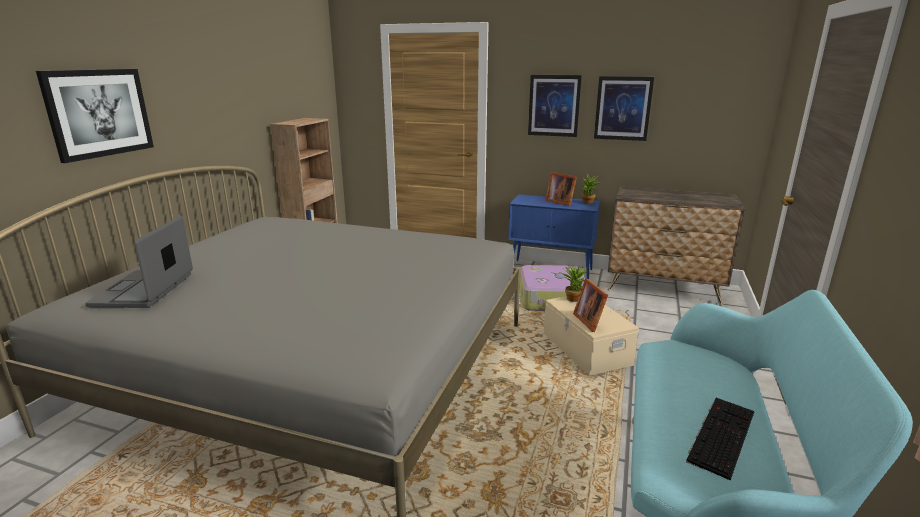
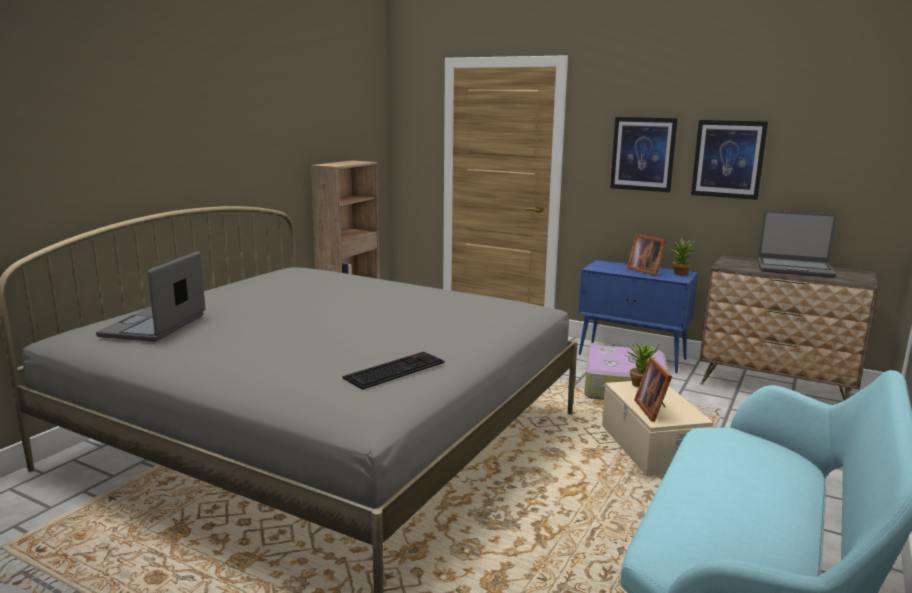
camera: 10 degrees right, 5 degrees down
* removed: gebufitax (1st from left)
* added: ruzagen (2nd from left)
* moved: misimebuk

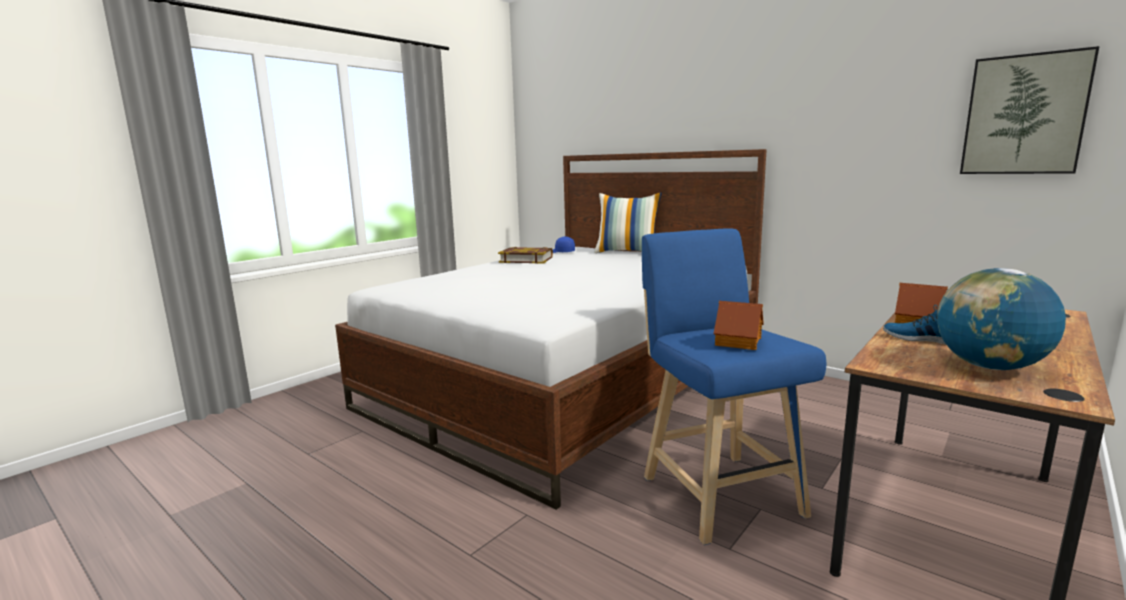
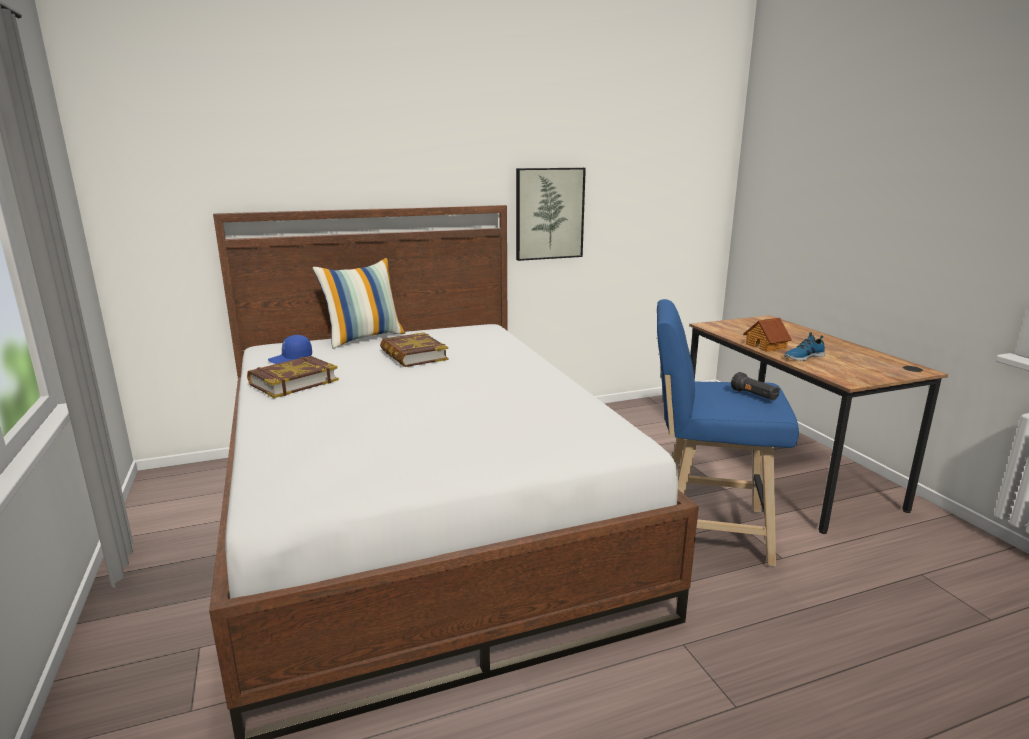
camera: 60 degrees left, 5 degrees up
* removed: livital
* added: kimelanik (2nd from left)
* moved: gebufitax
* replaced: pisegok (1st from left) to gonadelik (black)

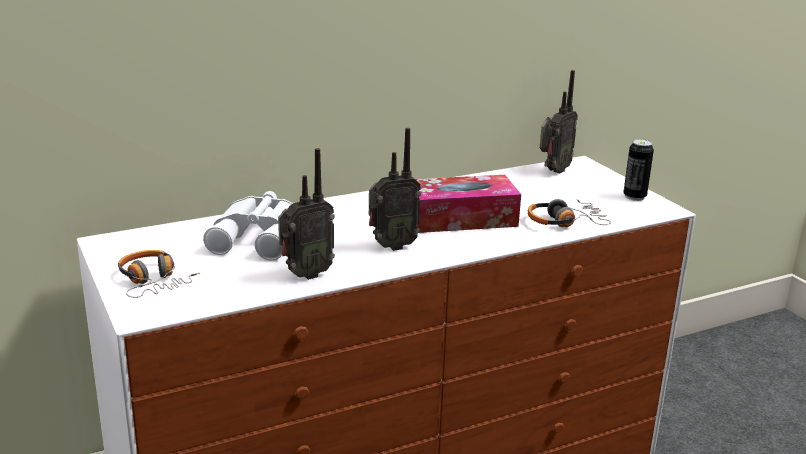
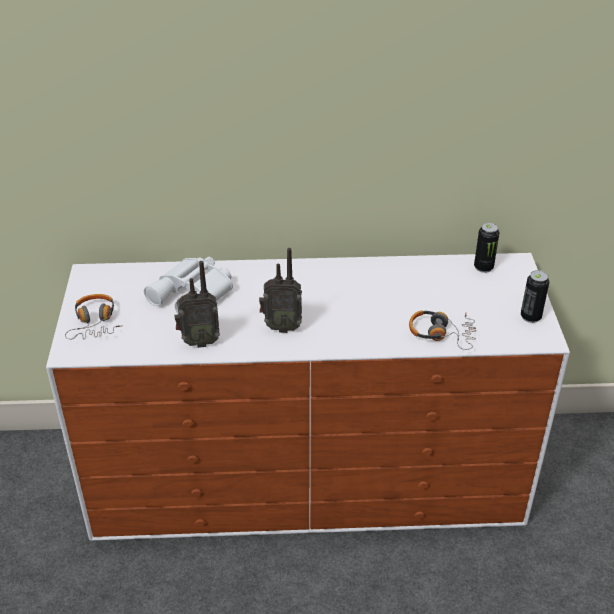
camera: 25 degrees right, 15 degrees up
* removed: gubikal
* replaced: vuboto (3rd from left) to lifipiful (1st from left)

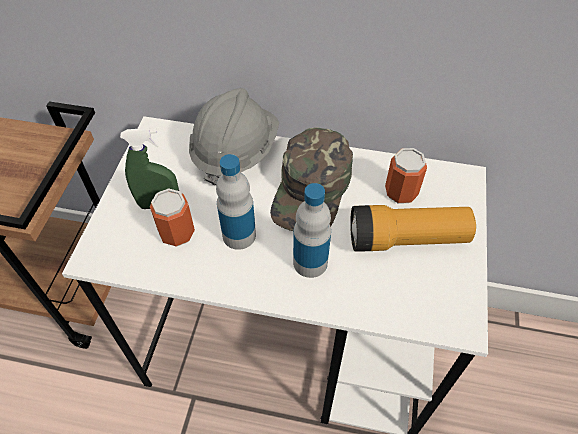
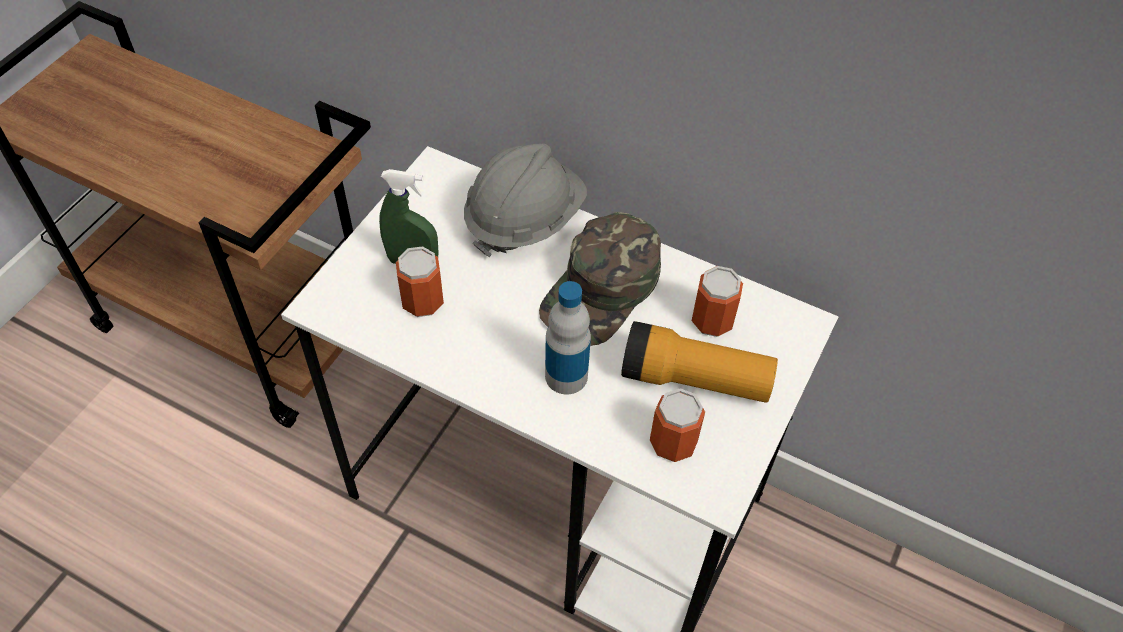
camera: 15 degrees right, 0 degrees up
* removed: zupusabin (1st from left)
* added: lifipiful (2nd from left)

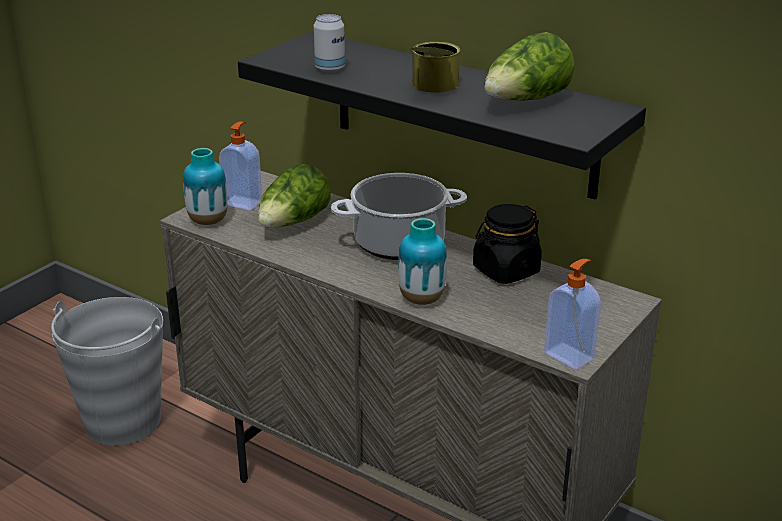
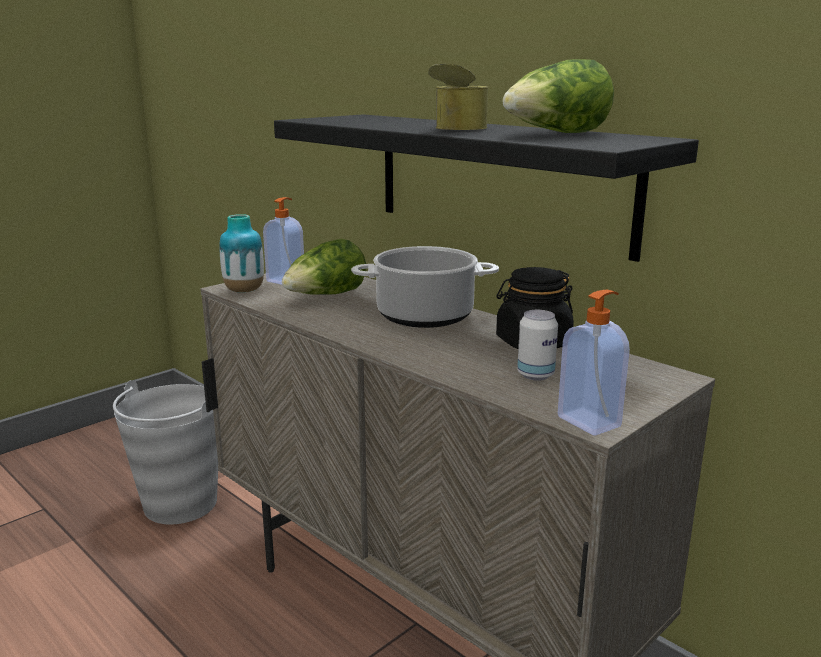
camera: 10 degrees right, 10 degrees down
* removed: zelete (2nd from left)
* moved: lifipiful (1st from left in the first image) to lifipiful (2nd from left)

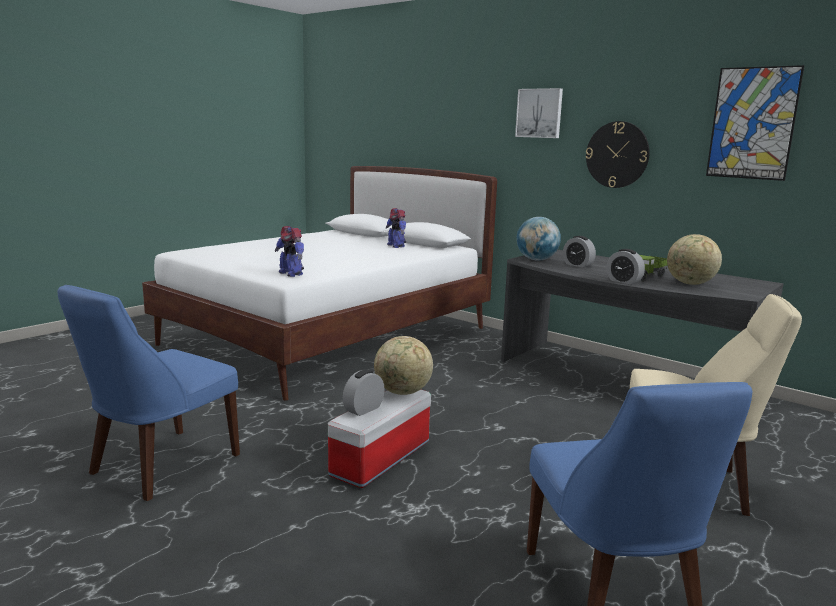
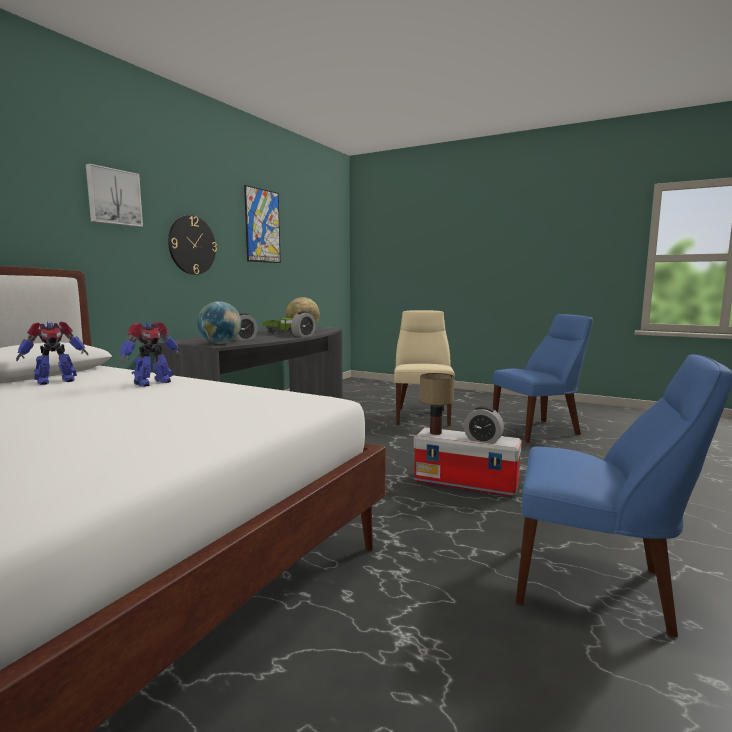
camera: 100 degrees left, 5 degrees down
* moved: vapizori (1st from left in the first image) to vapizori (2nd from left)
* replaced: livital (1st from left) to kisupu

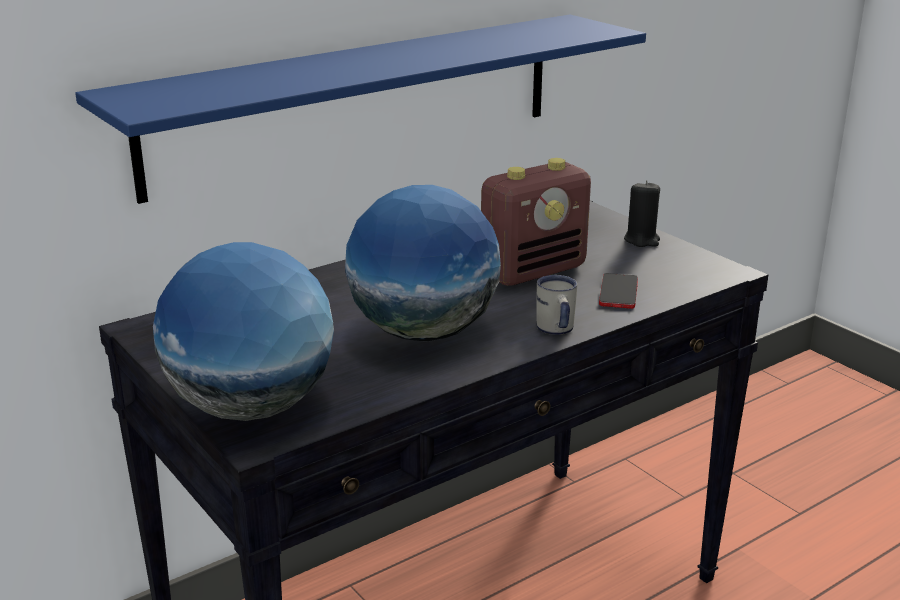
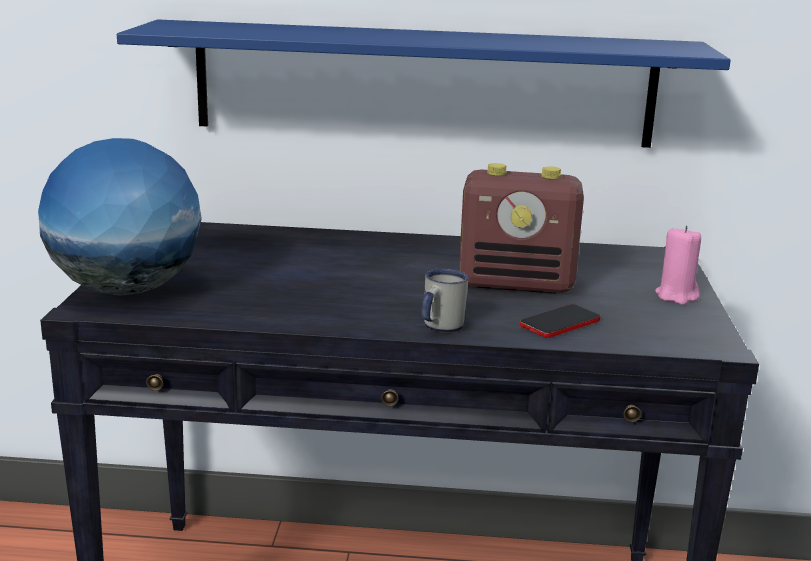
camera: 40 degrees right, 5 degrees down
* removed: livital (2nd from left)
* recoloured: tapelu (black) to tapelu (pink)

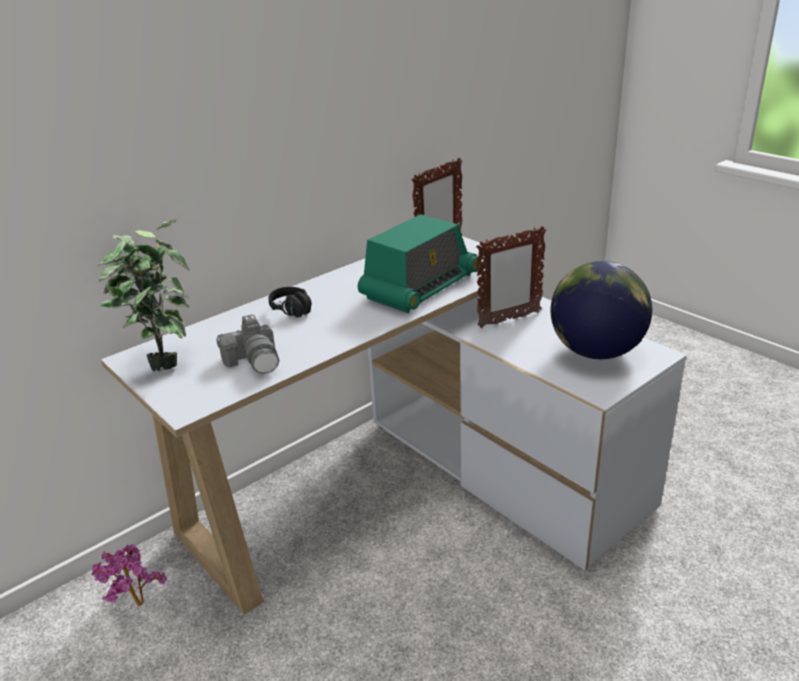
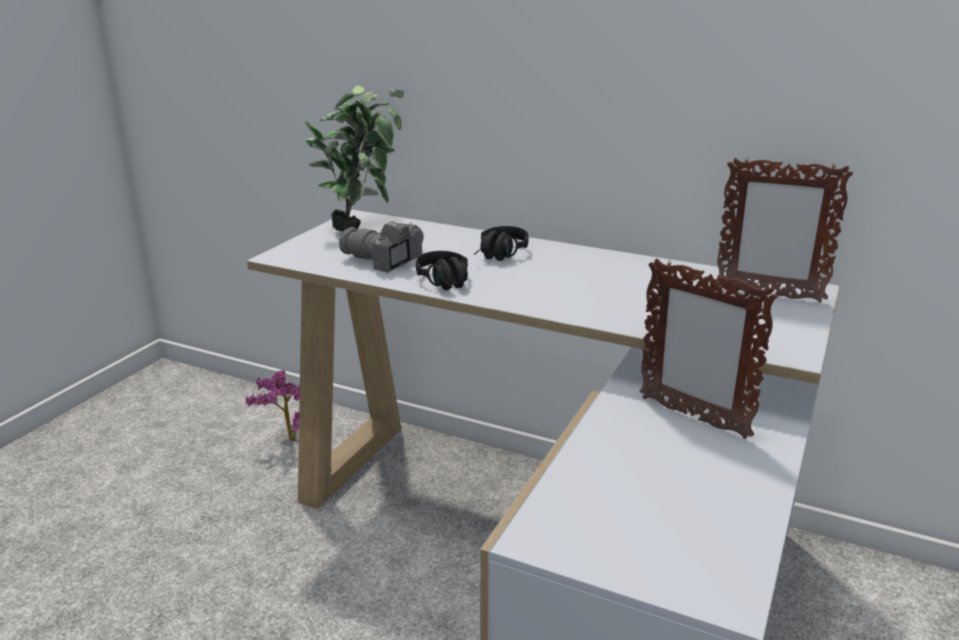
camera: 65 degrees right, 5 degrees down
* removed: vuboto
* removed: livital
* added: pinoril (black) (1st from left)
* turned: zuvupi 75 degrees clockwise

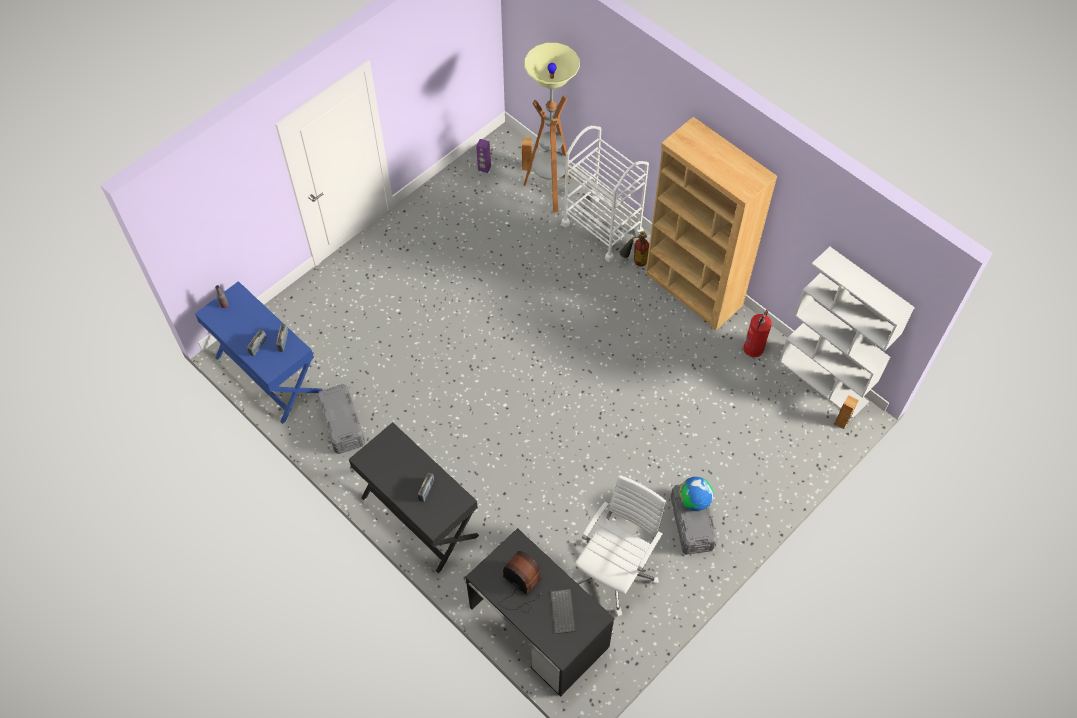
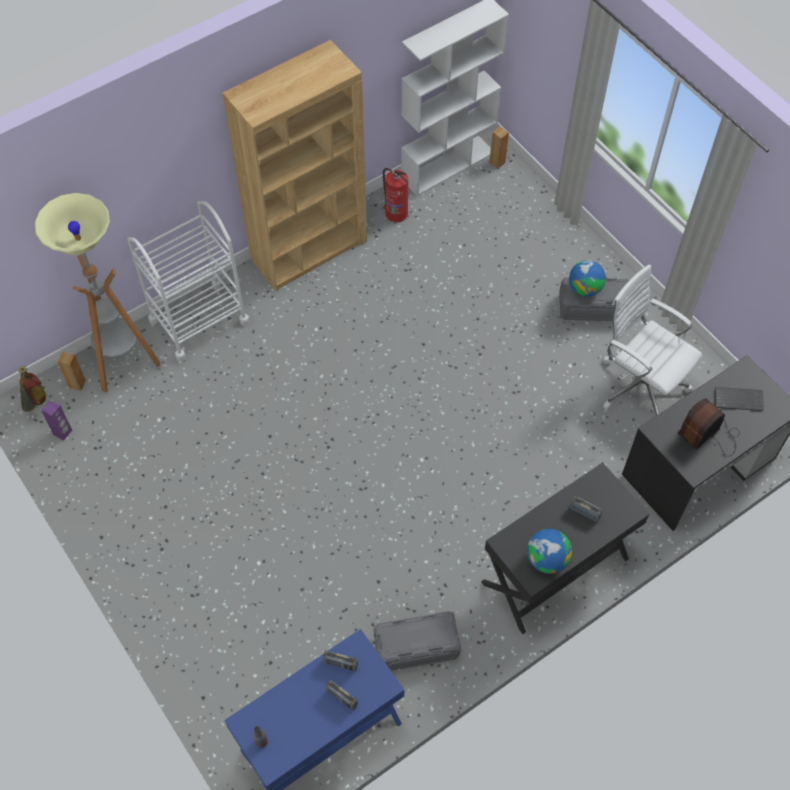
camera: 80 degrees left, 0 degrees up
* added: livital (1st from left)
* moved: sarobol (1st from left)

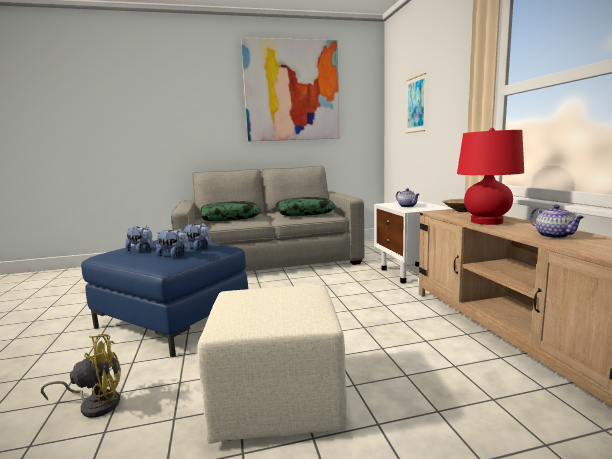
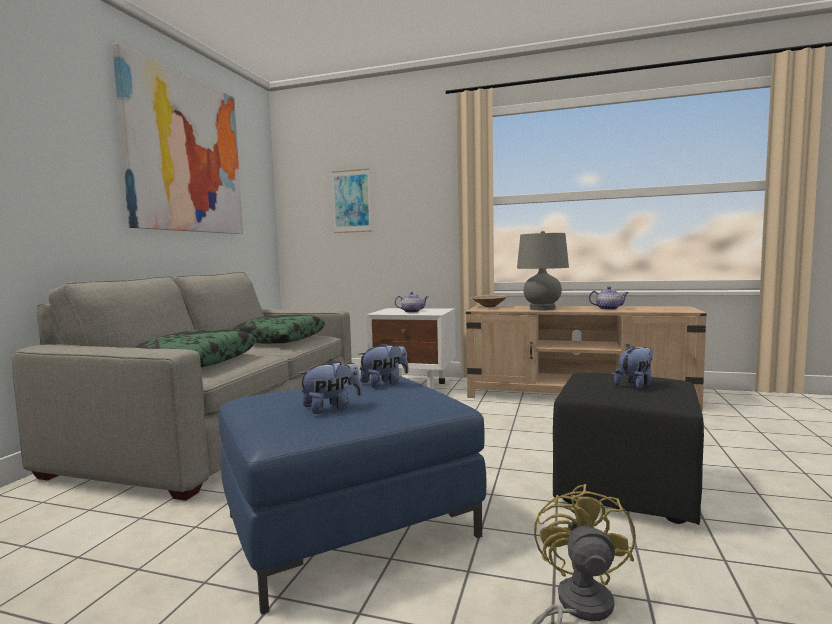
camera: 60 degrees left, 5 degrees down
* moved: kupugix (2nd from left in the first image) to kupugix (3rd from left)
* recoloured: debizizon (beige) to debizizon (black)
* recoloured: kisupu (red) to kisupu (grey)

